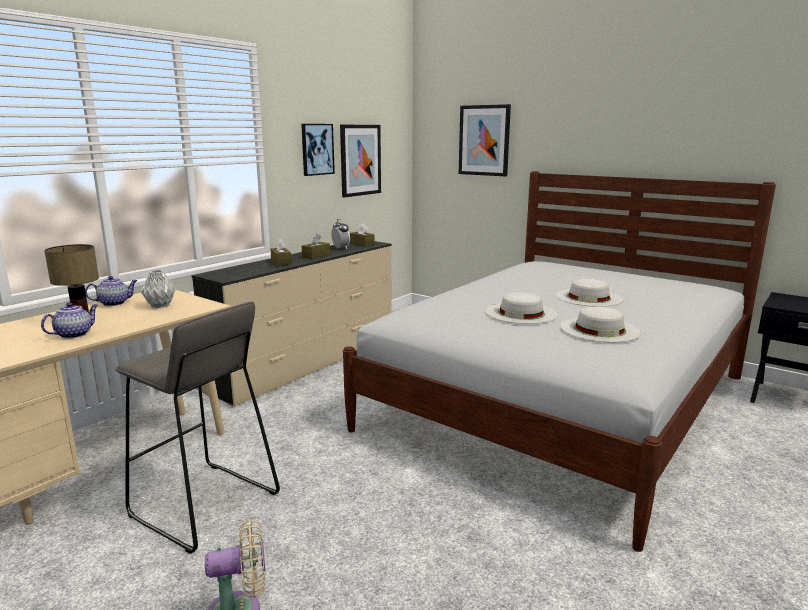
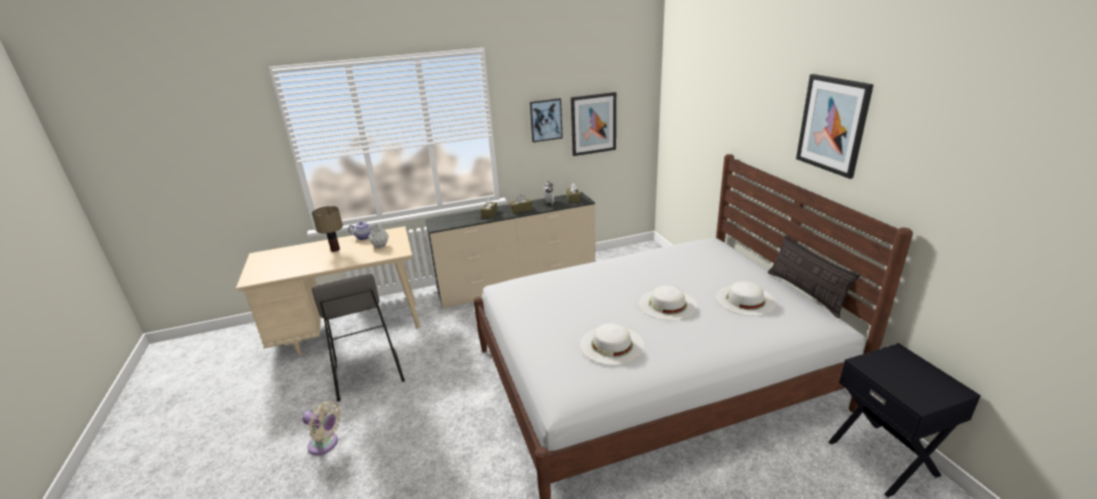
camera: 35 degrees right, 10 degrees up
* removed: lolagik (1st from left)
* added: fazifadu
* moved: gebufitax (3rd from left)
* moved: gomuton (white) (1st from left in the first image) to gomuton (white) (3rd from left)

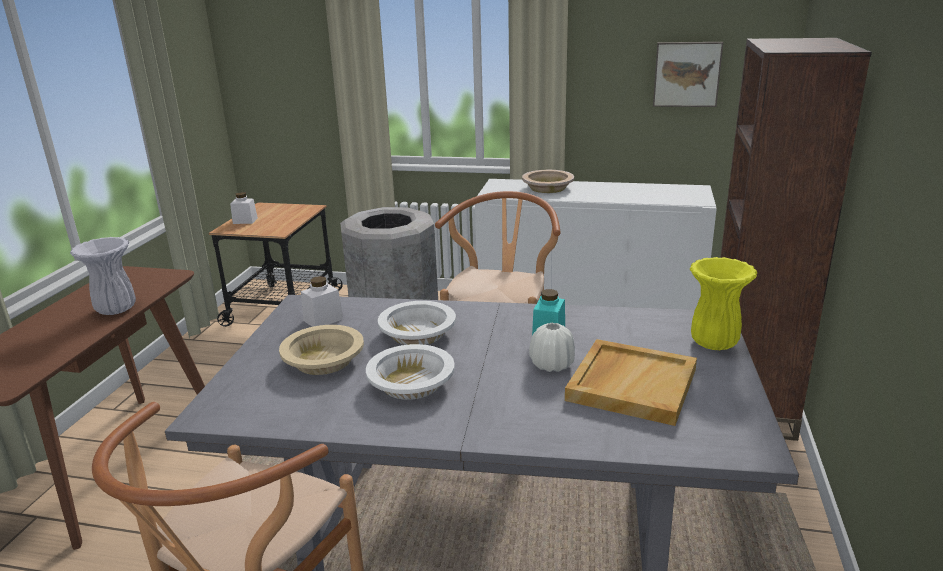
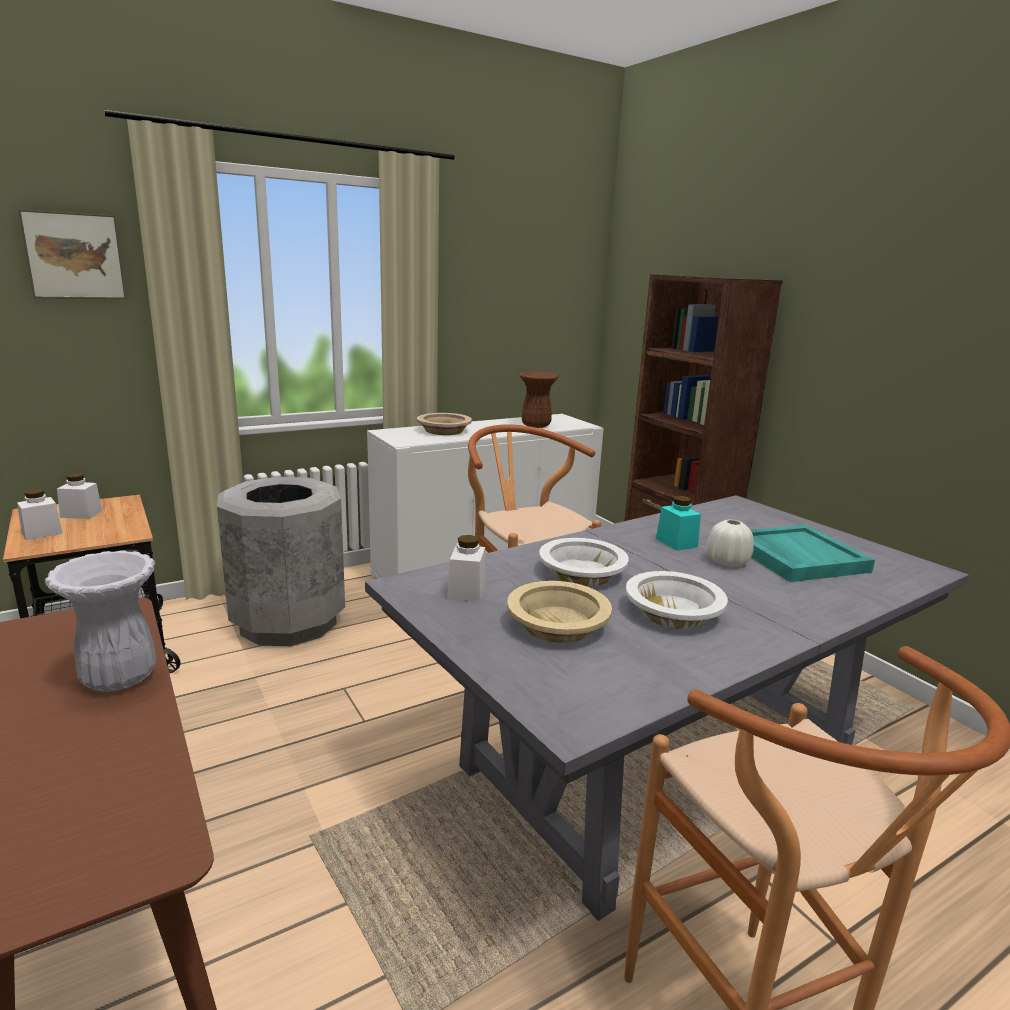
camera: 45 degrees left, 5 degrees down
* removed: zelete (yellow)
* added: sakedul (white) (2nd from left)
* added: zelete (brown)
* moved: gebufitax
* recoloured: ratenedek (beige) to ratenedek (turquoise)

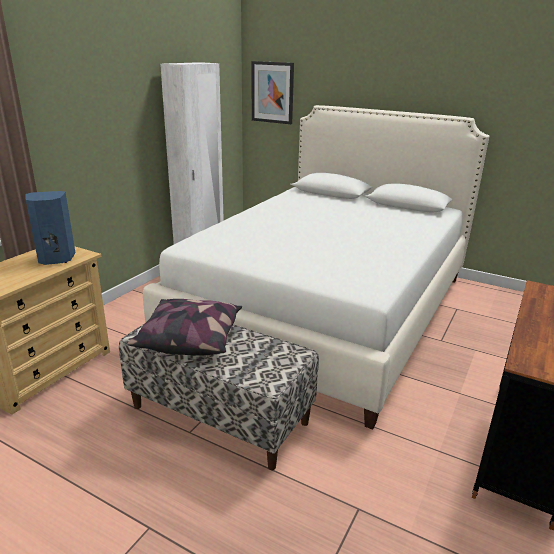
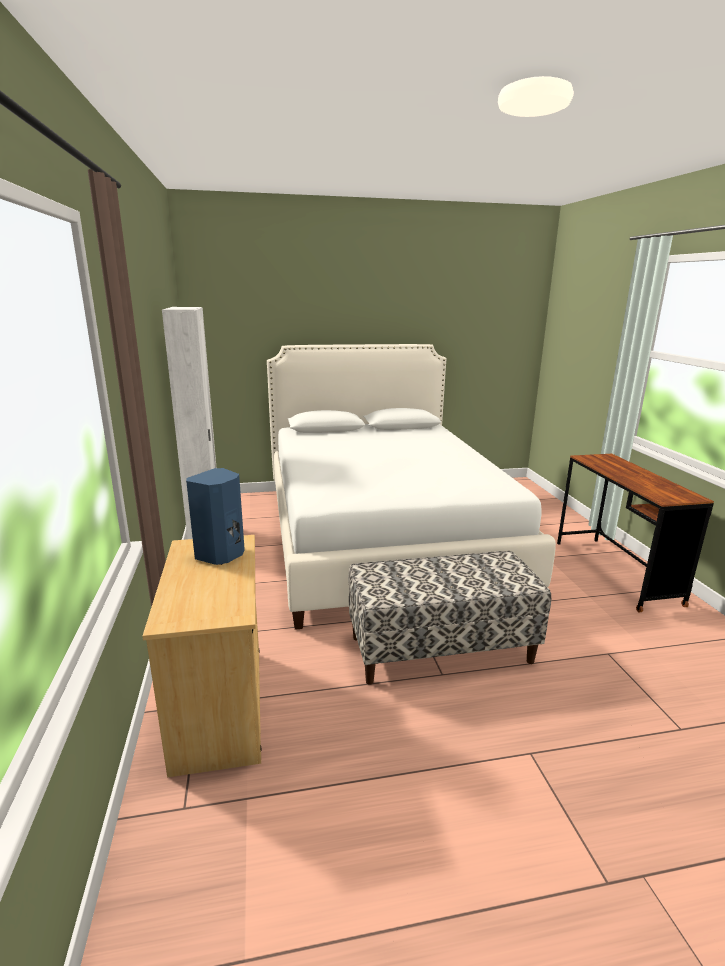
camera: 40 degrees left, 5 degrees down
* removed: fazifadu
* removed: gebufitax

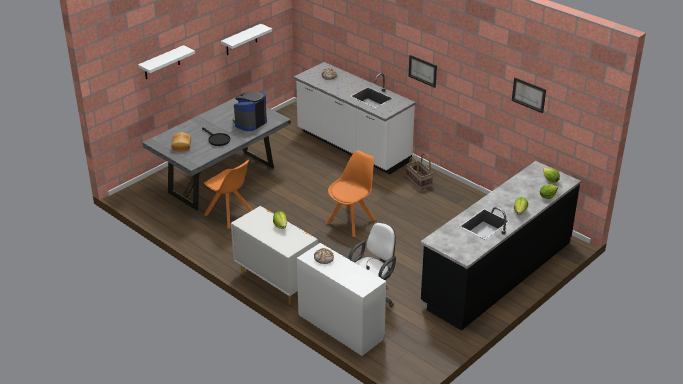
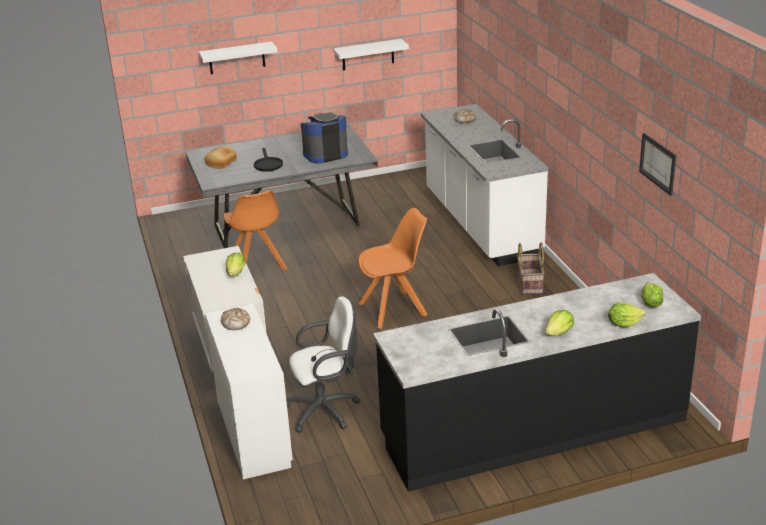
camera: 30 degrees right, 5 degrees down
* removed: gebufitax (1st from left)

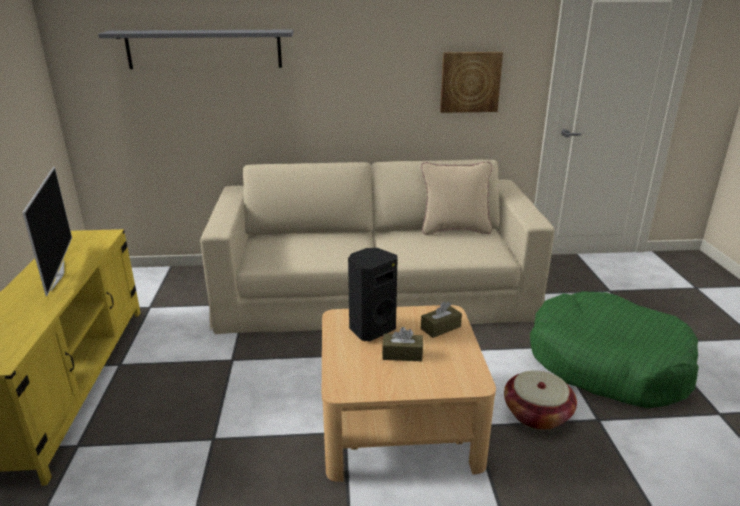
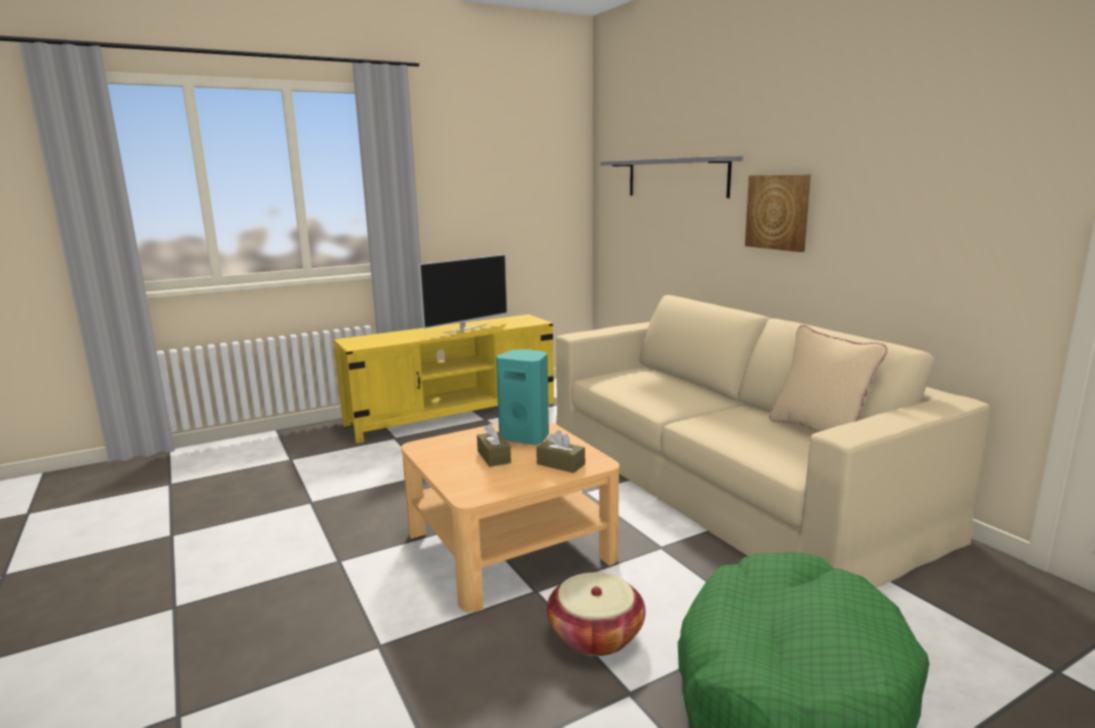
camera: 65 degrees right, 10 degrees down
* moved: gebufitax
* recoloured: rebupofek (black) to rebupofek (turquoise)

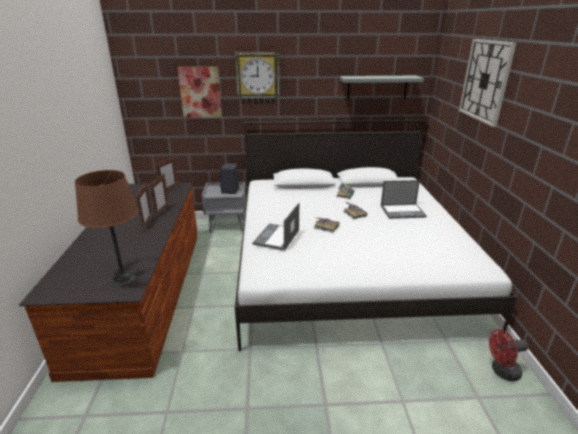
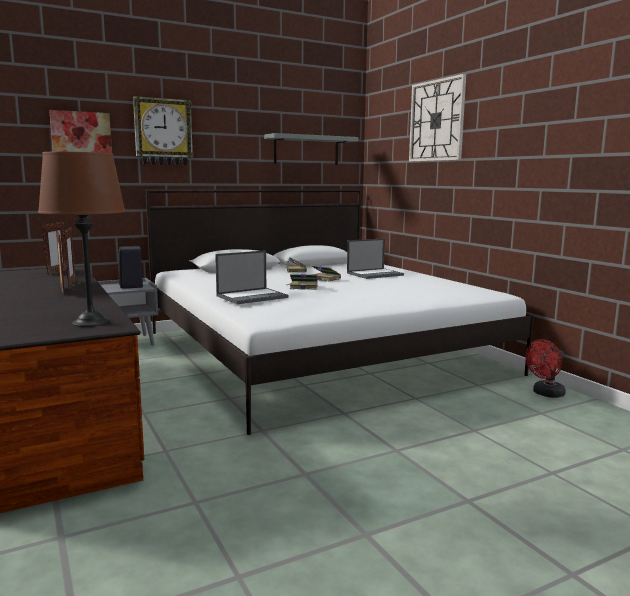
camera: 25 degrees left, 15 degrees down
* turned: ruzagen (1st from left) 120 degrees counterclockwise

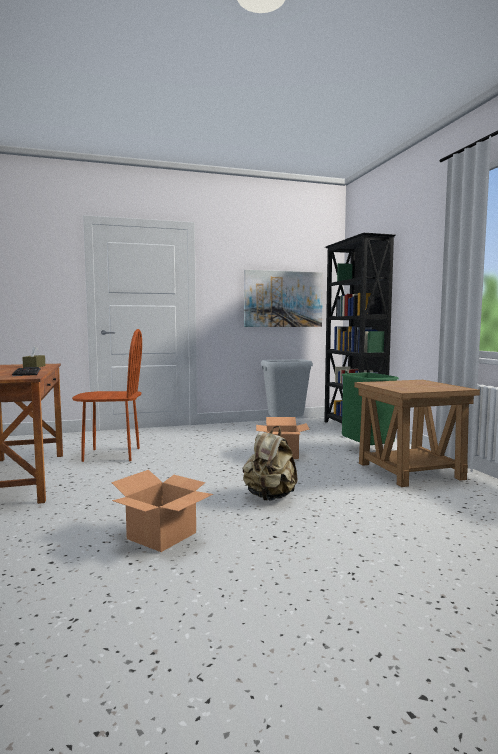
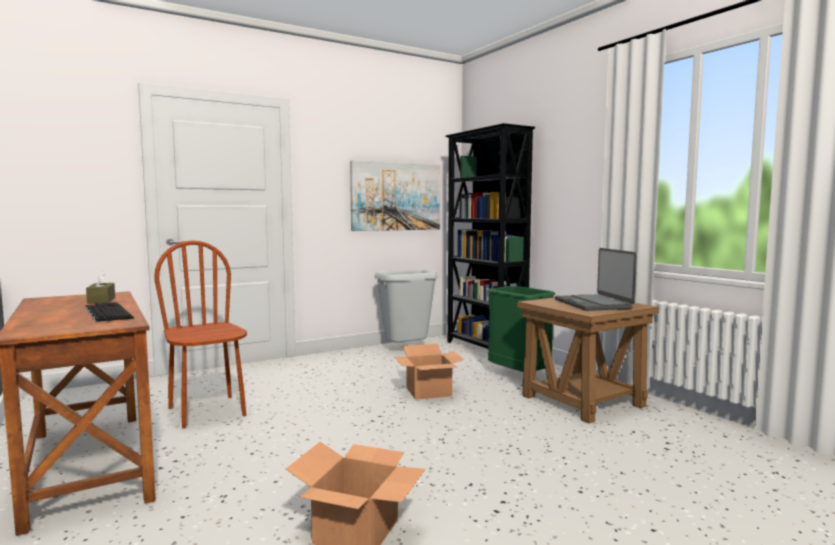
camera: 15 degrees left, 0 degrees up
* removed: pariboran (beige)
* added: ruzagen
* turned: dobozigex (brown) 105 degrees counterclockwise

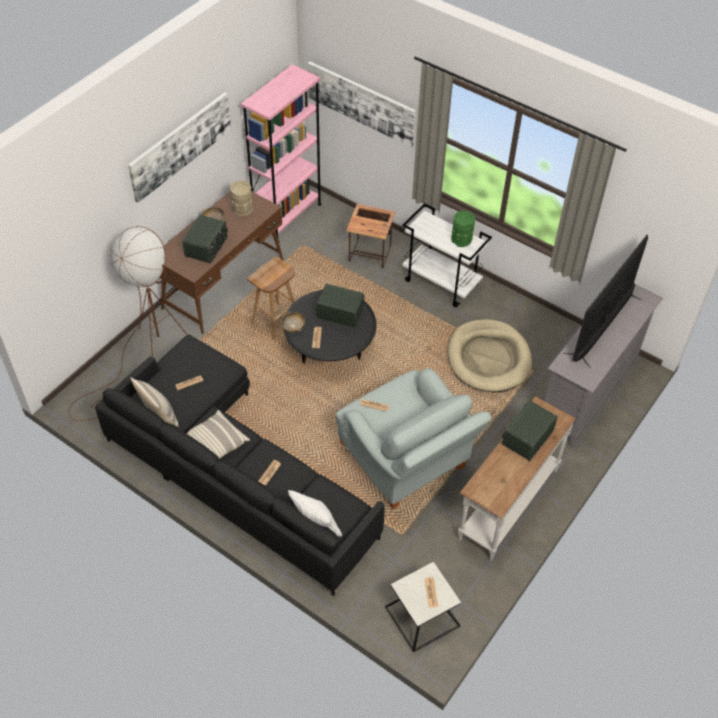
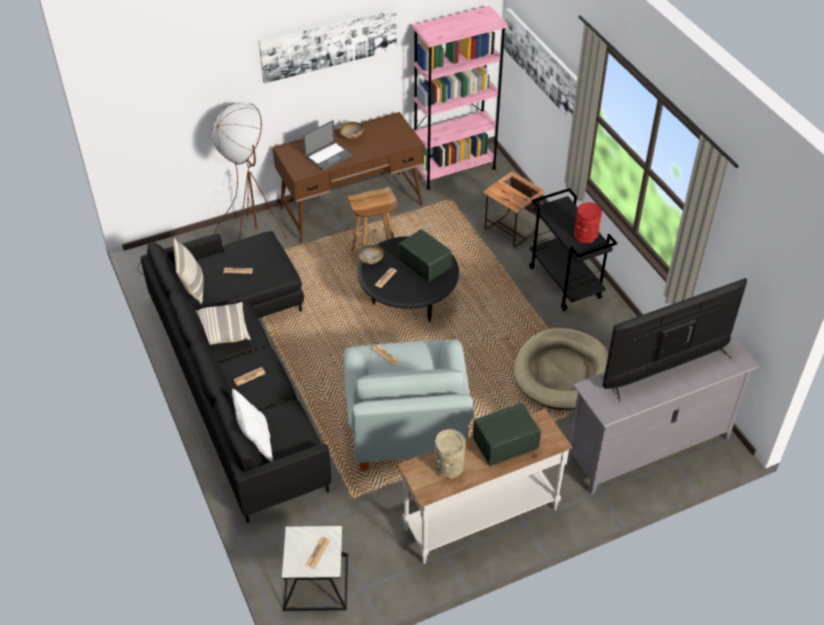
camera: 30 degrees right, 5 degrees down
* moved: zelete (beige)
* replaced: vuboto (1st from left) to ruzagen
* recoloured: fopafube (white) to fopafube (black)
* recoloured: zelete (green) to zelete (red)

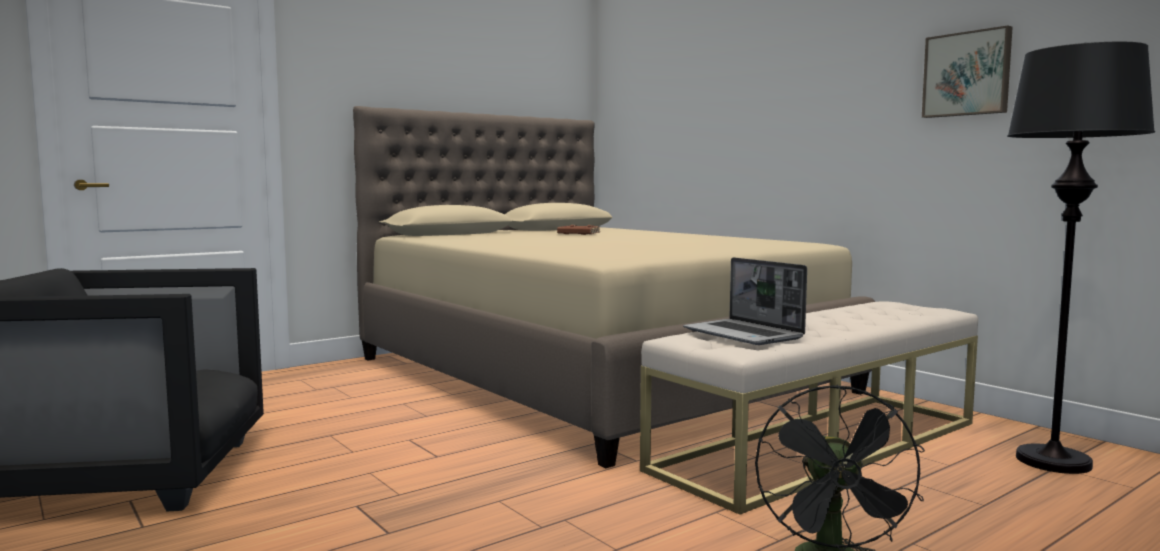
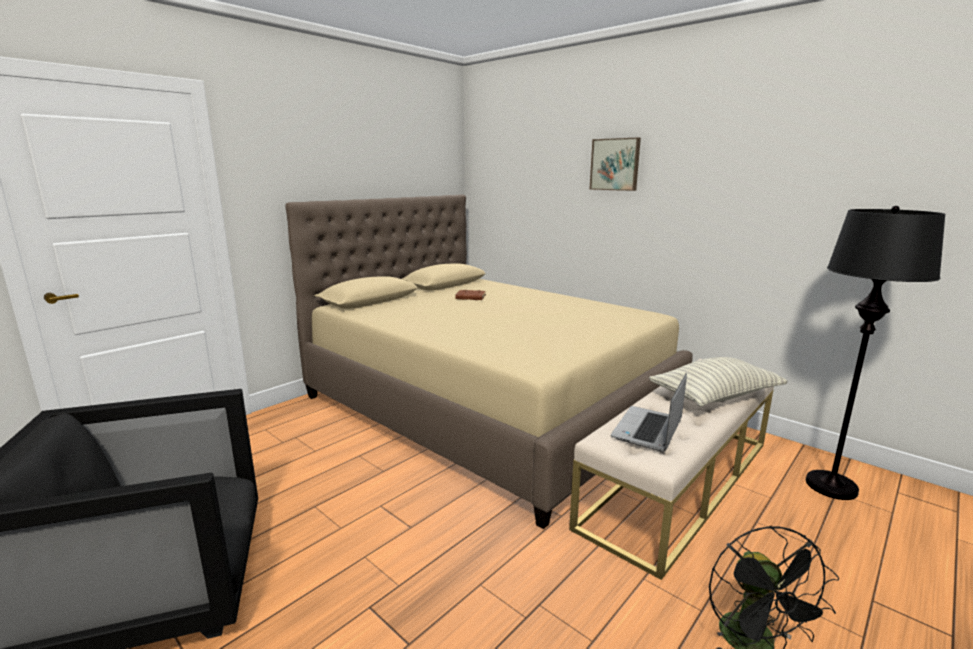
camera: 10 degrees left, 10 degrees up
* added: fazifadu
* moved: gebufitax
* turned: ruzagen 75 degrees clockwise

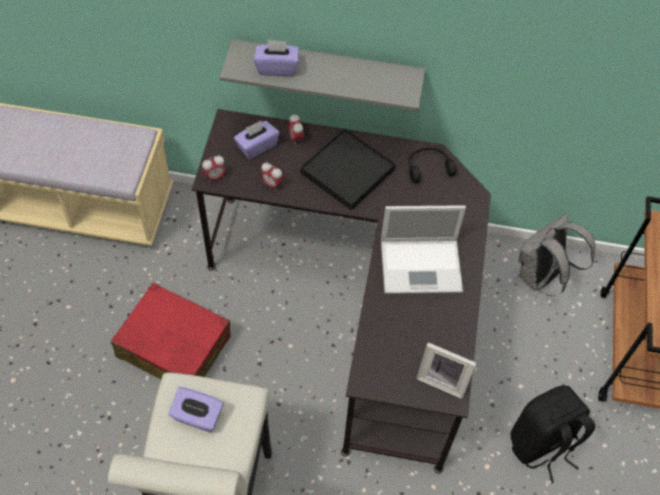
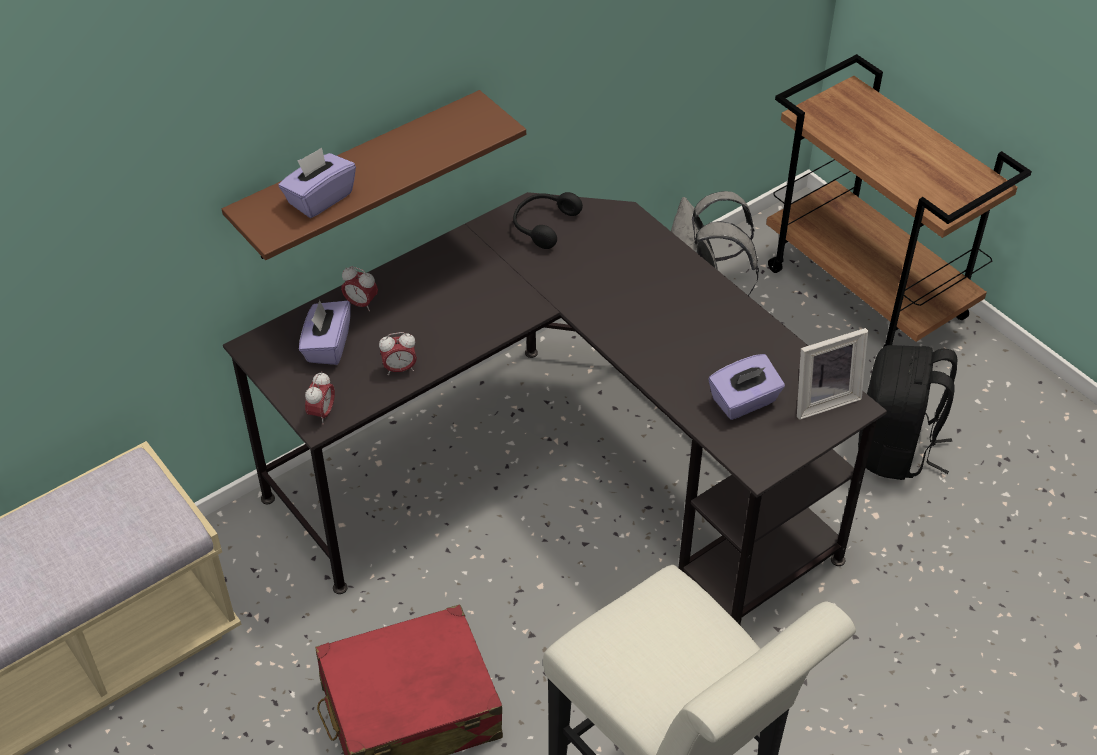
camera: 45 degrees left, 10 degrees down
* removed: ratenedek (black)
* removed: ruzagen
* moved: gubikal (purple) (1st from left in the first image) to gubikal (purple) (3rd from left)
* recoloured: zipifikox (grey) to zipifikox (brown)

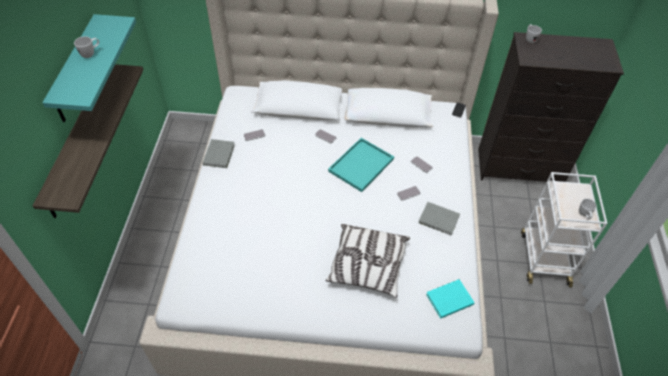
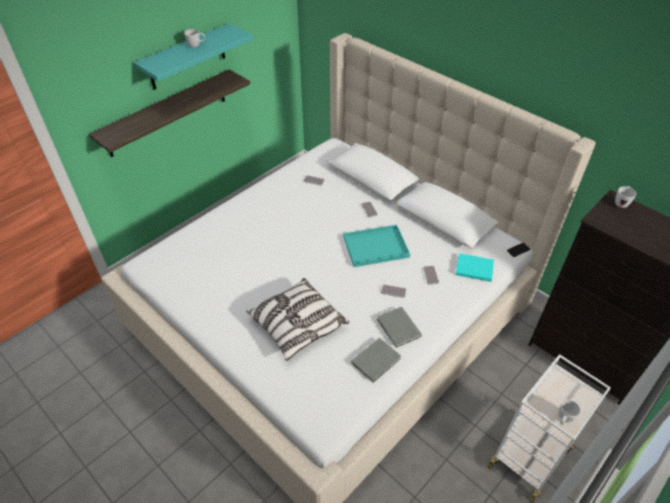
camera: 40 degrees right, 5 degrees down
* moved: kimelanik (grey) (1st from left)
* moved: kimelanik (turquoise)

